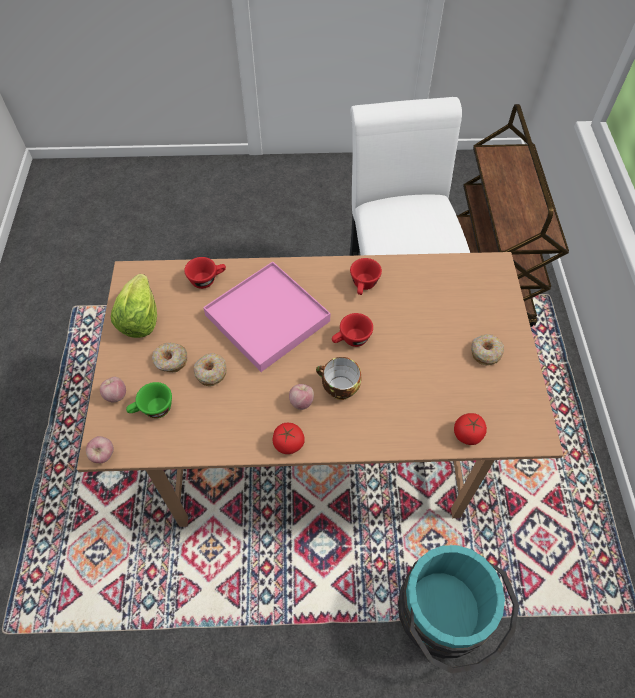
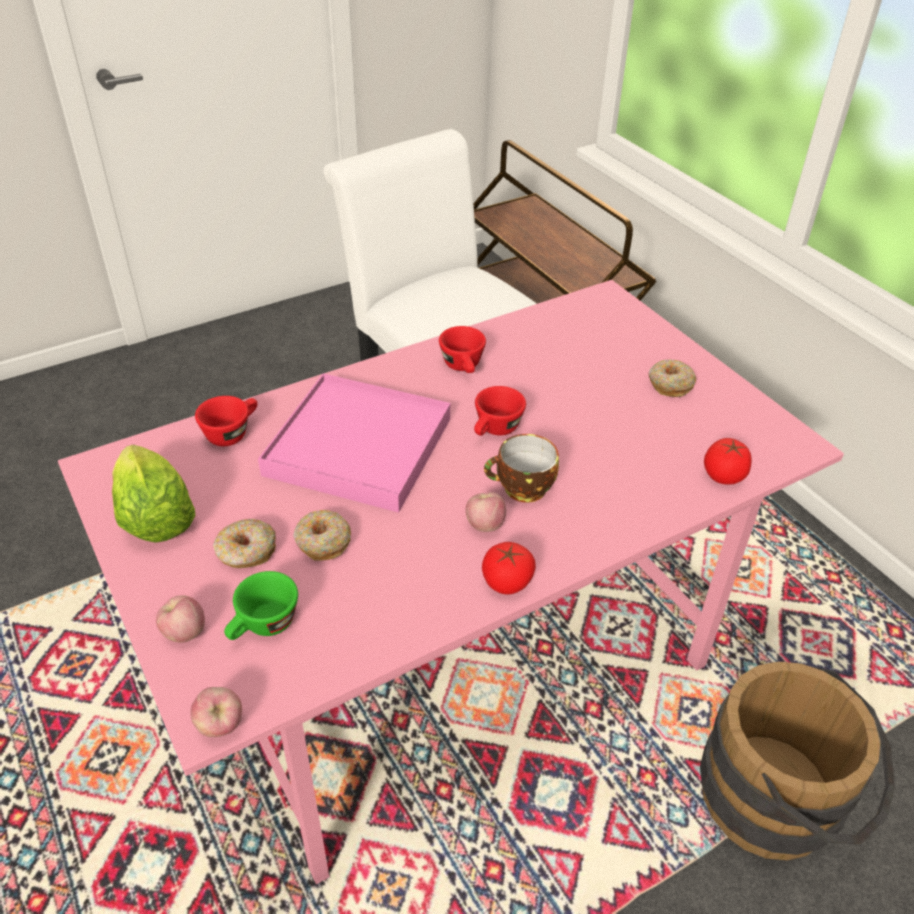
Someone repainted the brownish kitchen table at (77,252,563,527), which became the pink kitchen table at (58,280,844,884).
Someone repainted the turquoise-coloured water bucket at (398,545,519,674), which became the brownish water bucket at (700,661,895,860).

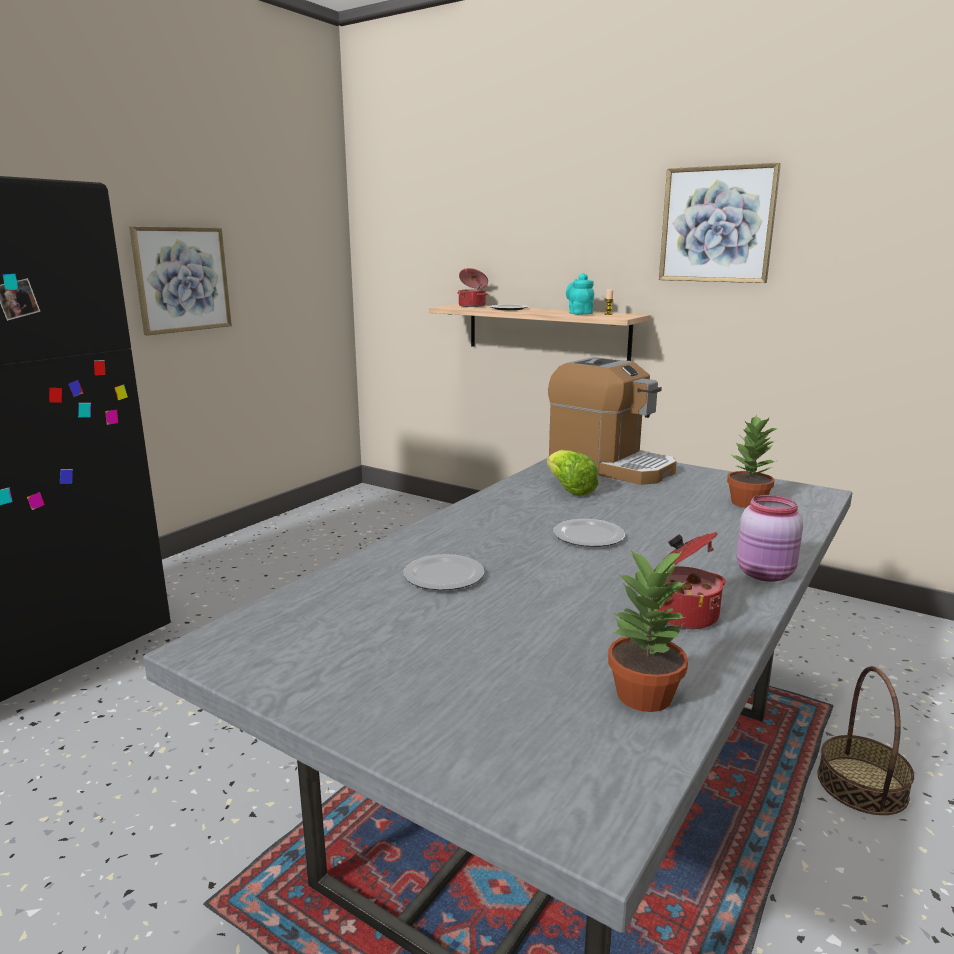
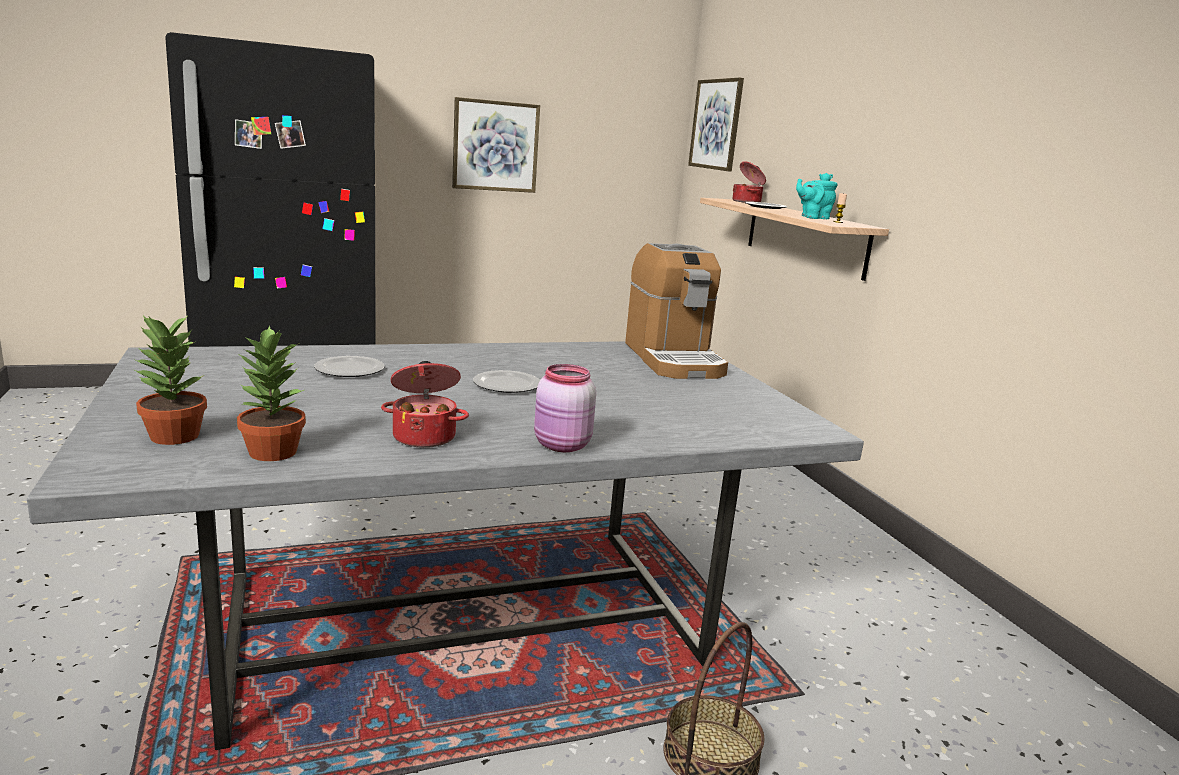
Someone carried the wall picture from (659,163,781,283) to (688,78,744,171).
Someone rotated the turquoise-coloured tea pot at (566,273,594,315) by 135 degrees counterclockwise.
Someone carried the houseplant from (727,414,777,508) to (133,315,207,445).
Someone took away the head of lettuce at (547,450,599,496).

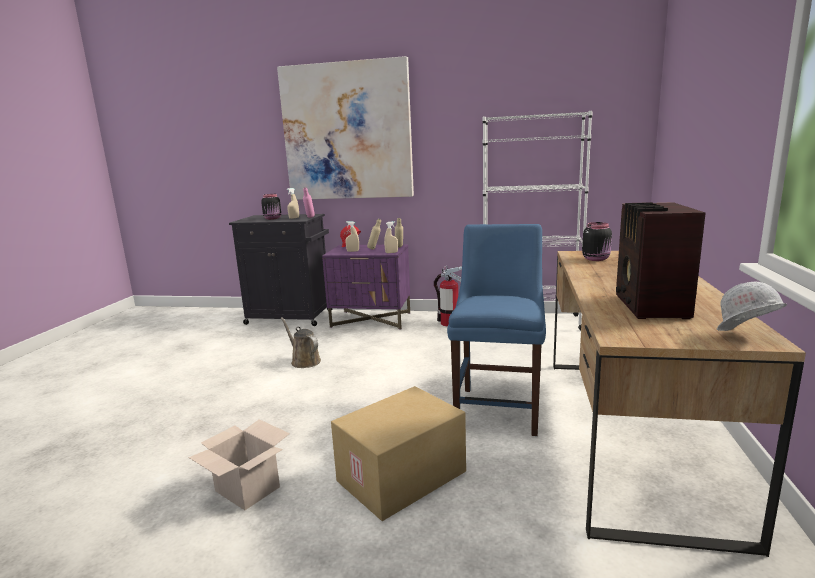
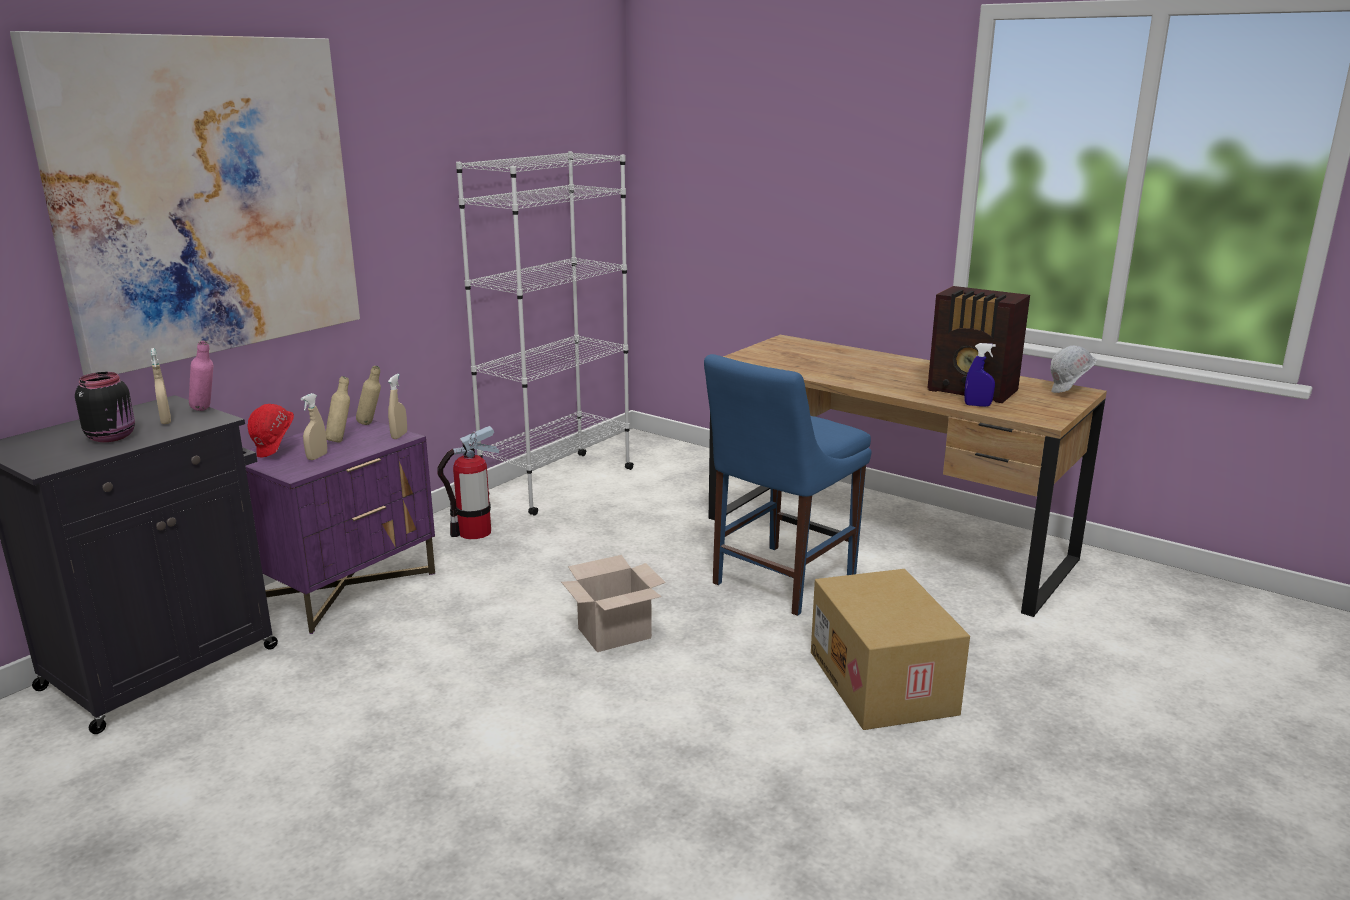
Someone took away the black-coloured storage jar at (582,222,612,261).
Someone rotated the blue-coloured chair at (447,224,546,436) by 90 degrees counterclockwise.
Someone took away the brownish sprinkling can at (281,317,321,368).
Someone carried the cardboard box from (189,419,290,510) to (561,555,666,652).
Someone put down the blue-coloured sprayer at (964,343,996,407).

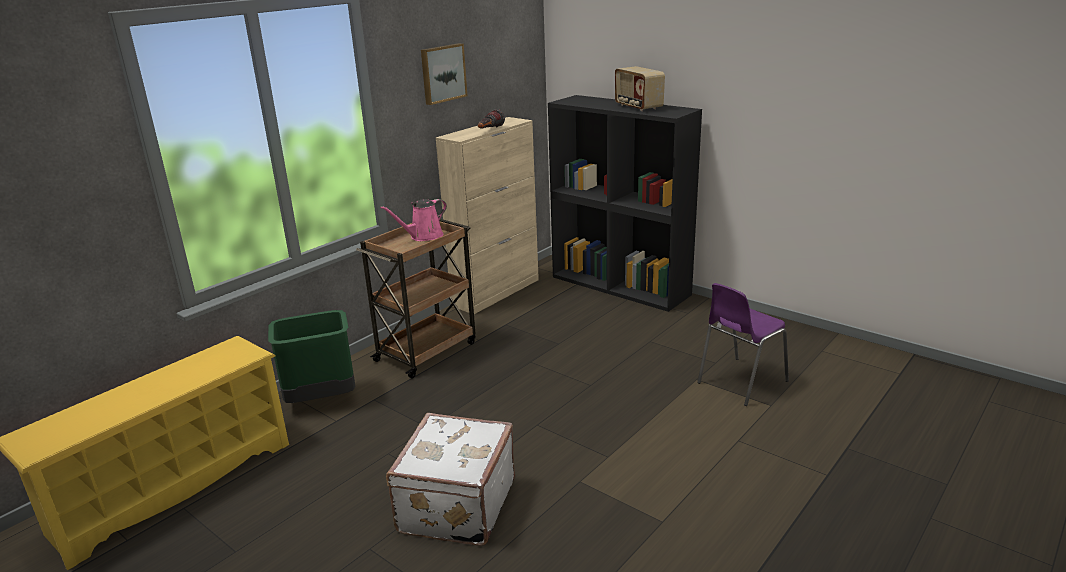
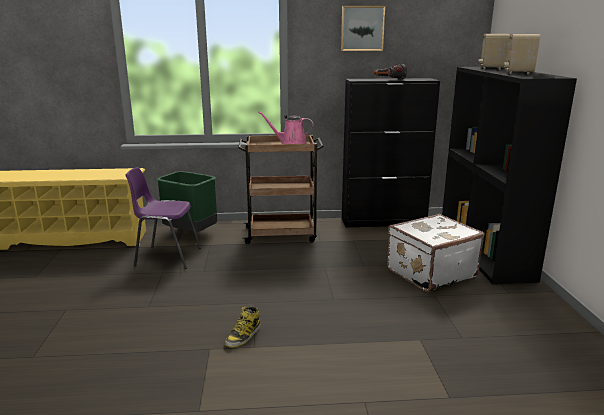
Someone repainted the sand-coloured cabinet at (436,117,539,314), which became the black-coloured cabinet at (342,78,440,228).
Someone carried the purple-coloured chair from (697,283,789,406) to (125,167,201,269).
Someone carried the whitish travel case from (386,413,515,546) to (387,214,485,292).
Someone put down the radio set at (478,34,510,70).
Someone put down the boot at (225,306,261,348).

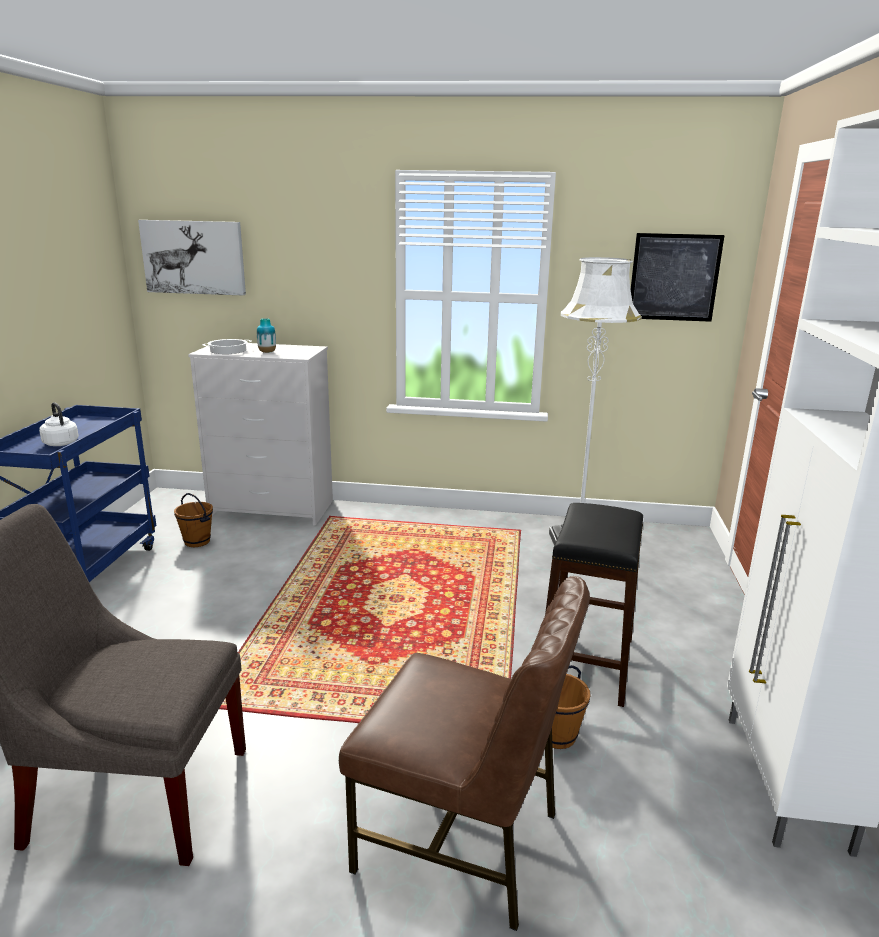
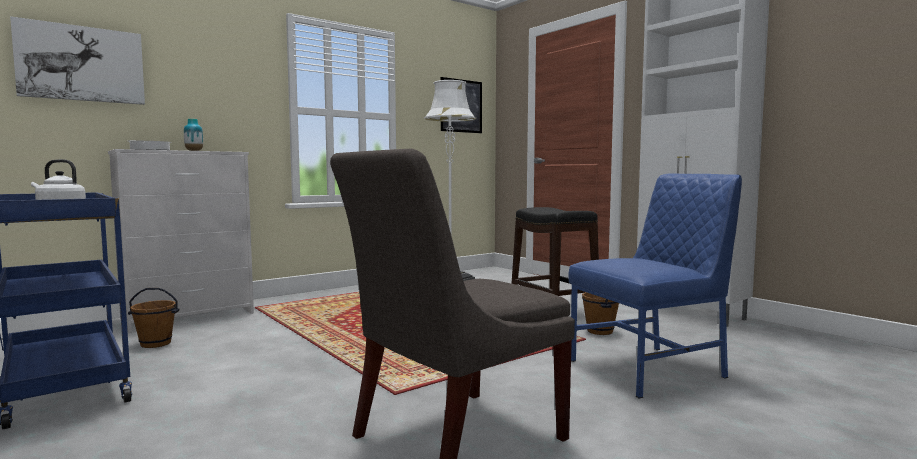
Someone repainted the brownish chair at (339,576,590,931), which became the blue-coloured chair at (568,173,742,399).

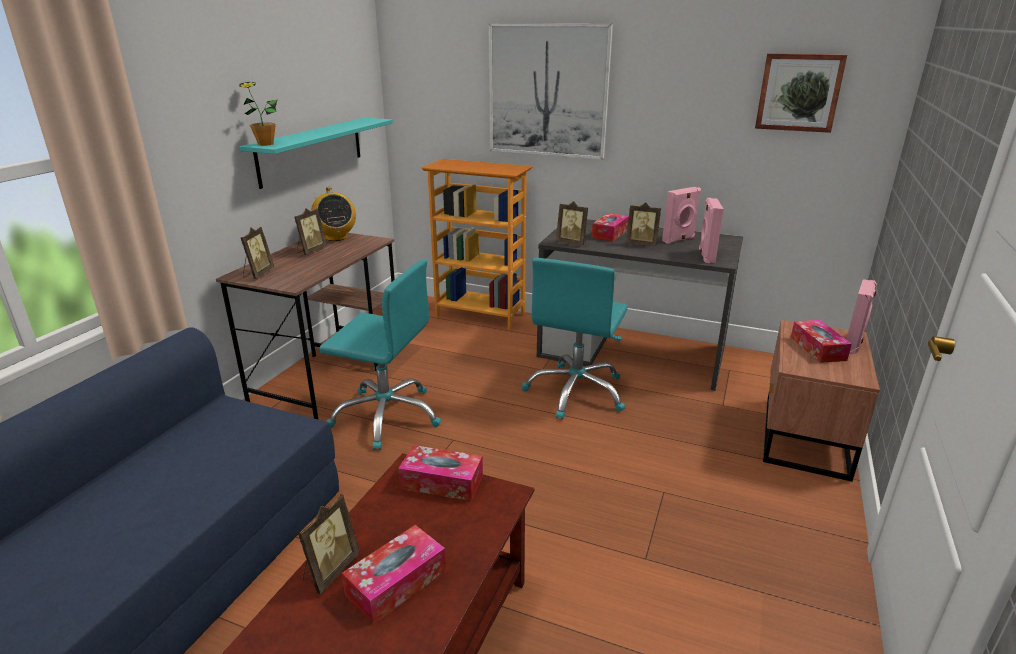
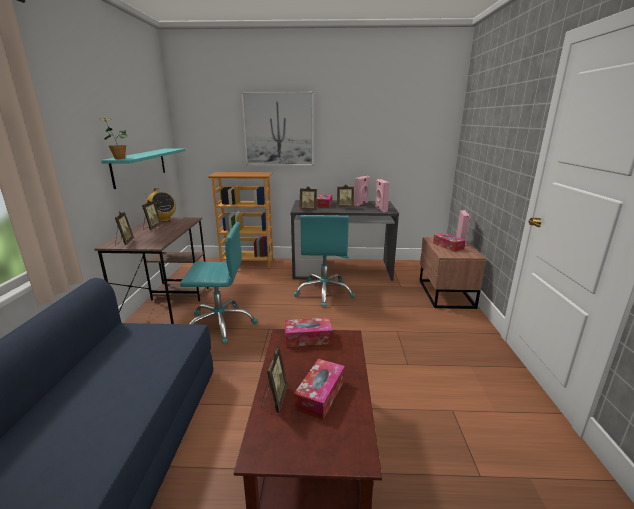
Someone took away the wall picture at (755,53,847,133).

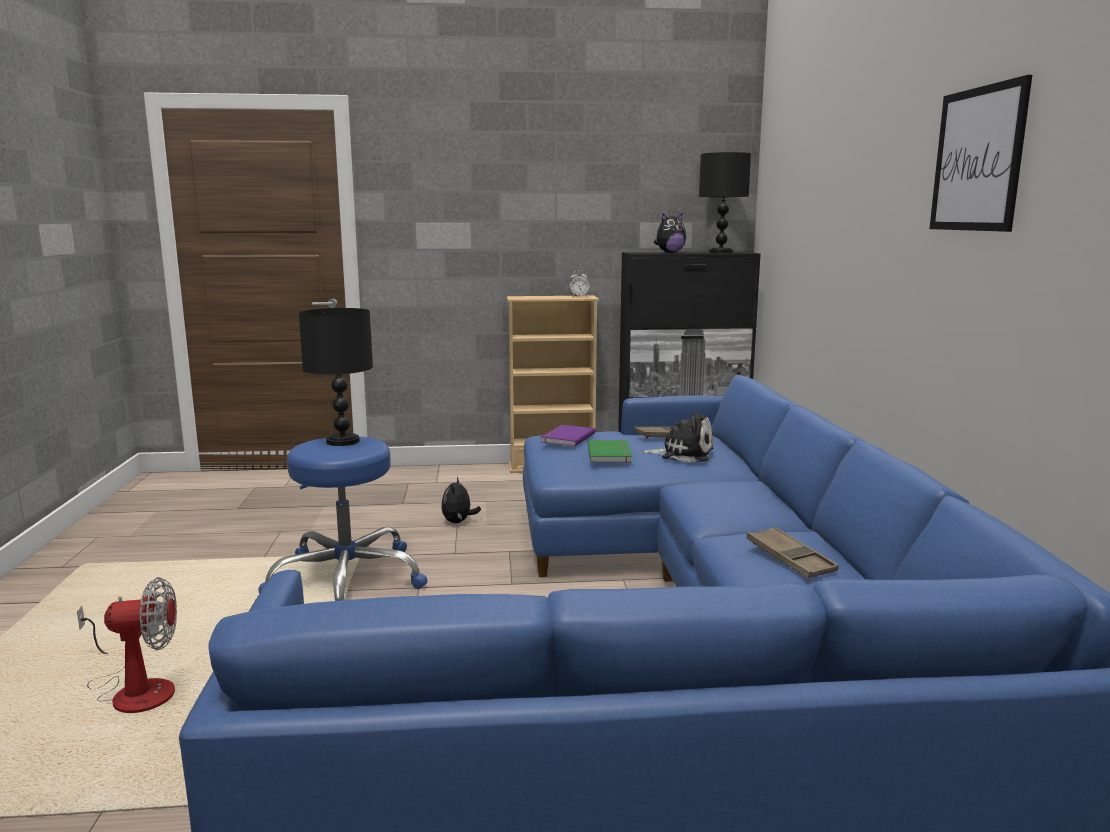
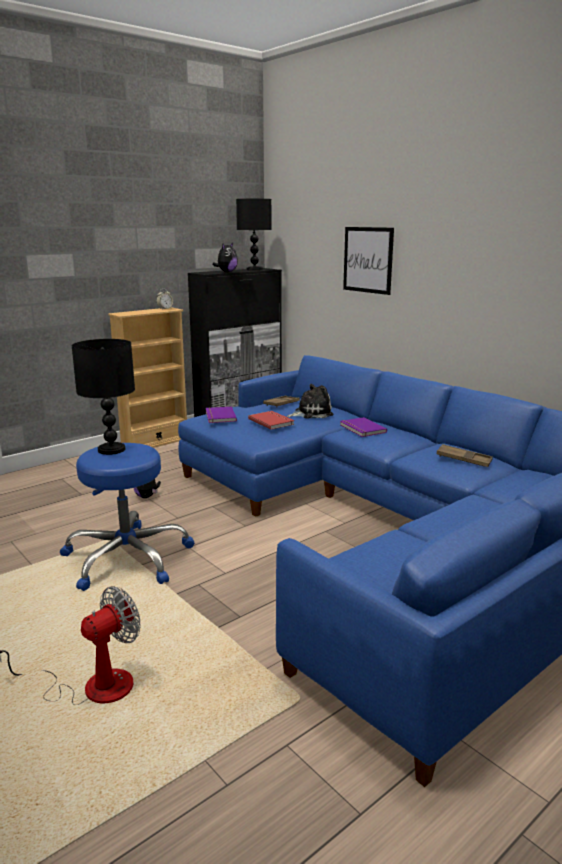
Someone carried the wall picture from (929,75,1032,232) to (343,227,394,295).
Someone repainted the green book at (588,440,632,463), which became the red book at (248,411,295,430).
Someone put down the purple-coloured book at (340,417,387,437).

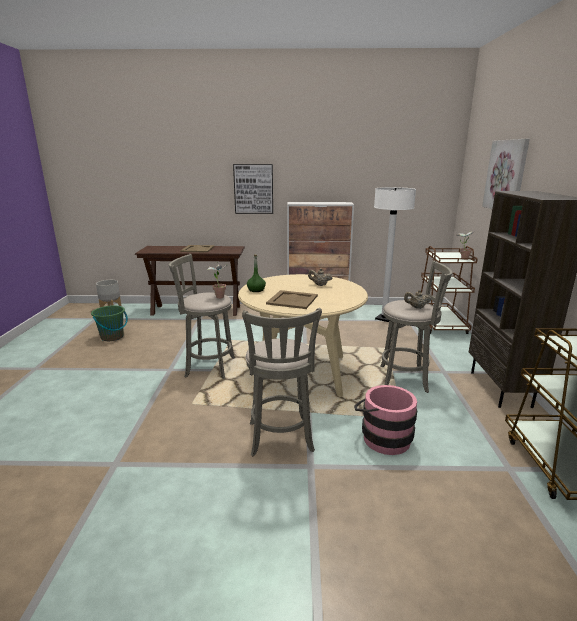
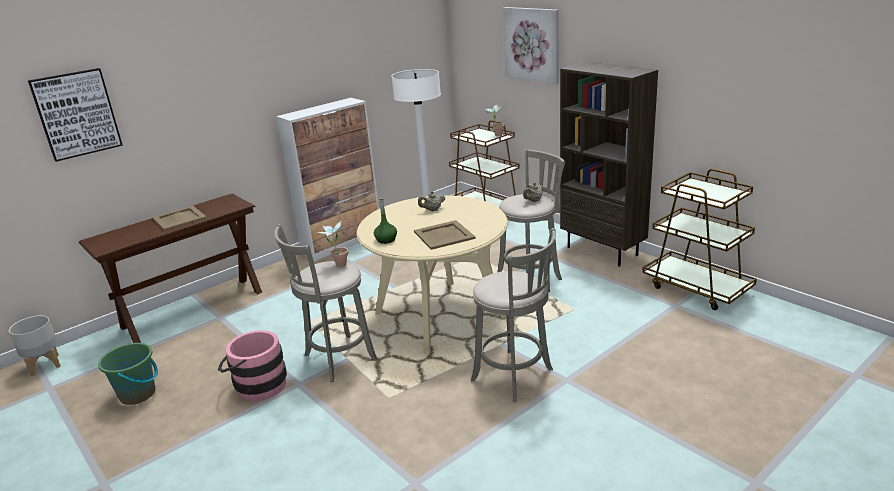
Someone carried the wall picture from (233,164,273,214) to (28,68,123,162).
Someone carried the pink water bucket from (354,385,417,455) to (218,330,287,401).

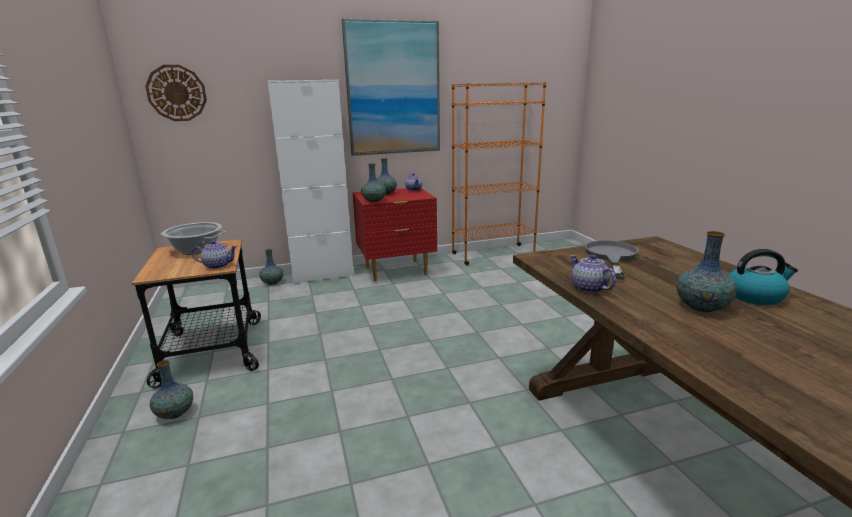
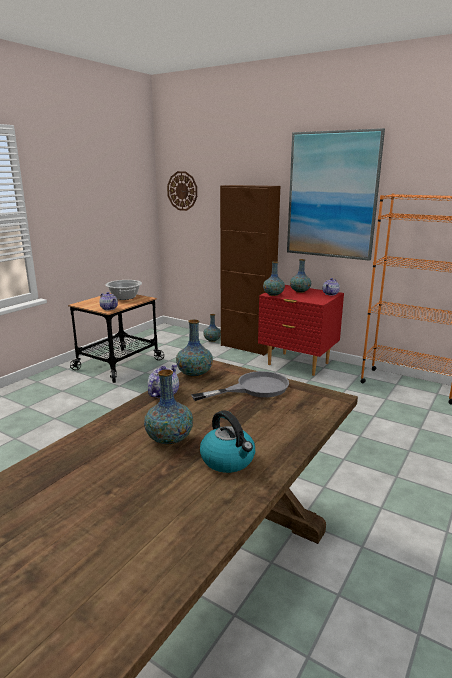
Someone repainted the whitish cabinet at (268,80,354,284), which became the brownish cabinet at (220,185,280,356).
Someone carried the flower vase from (150,360,193,419) to (176,320,213,377).

